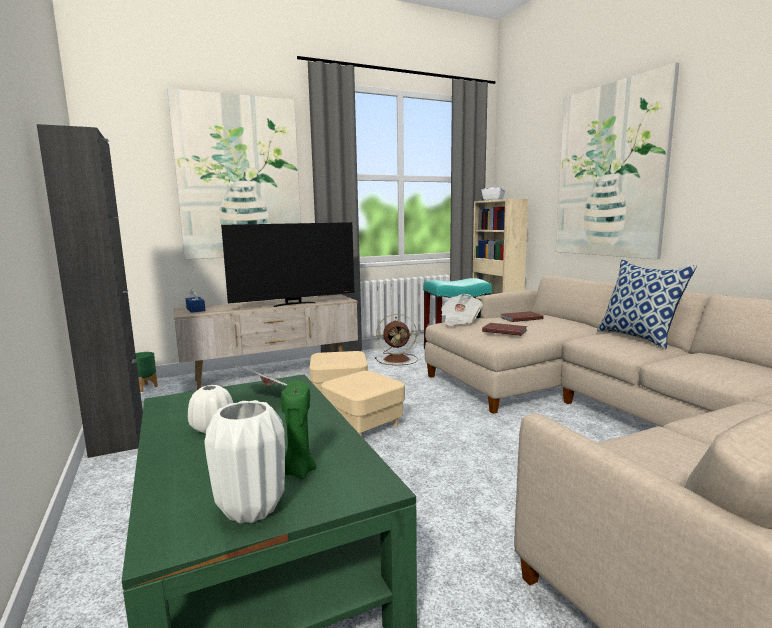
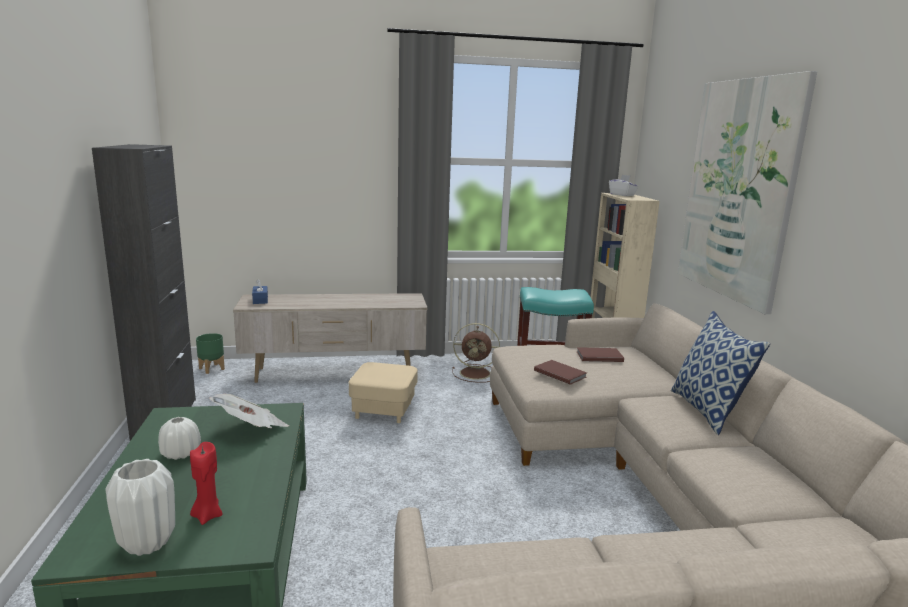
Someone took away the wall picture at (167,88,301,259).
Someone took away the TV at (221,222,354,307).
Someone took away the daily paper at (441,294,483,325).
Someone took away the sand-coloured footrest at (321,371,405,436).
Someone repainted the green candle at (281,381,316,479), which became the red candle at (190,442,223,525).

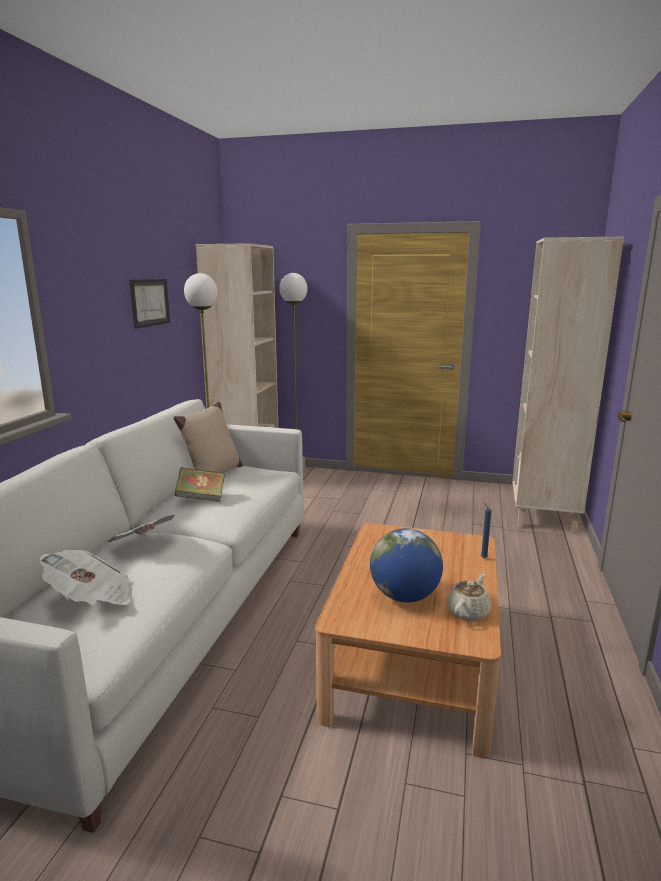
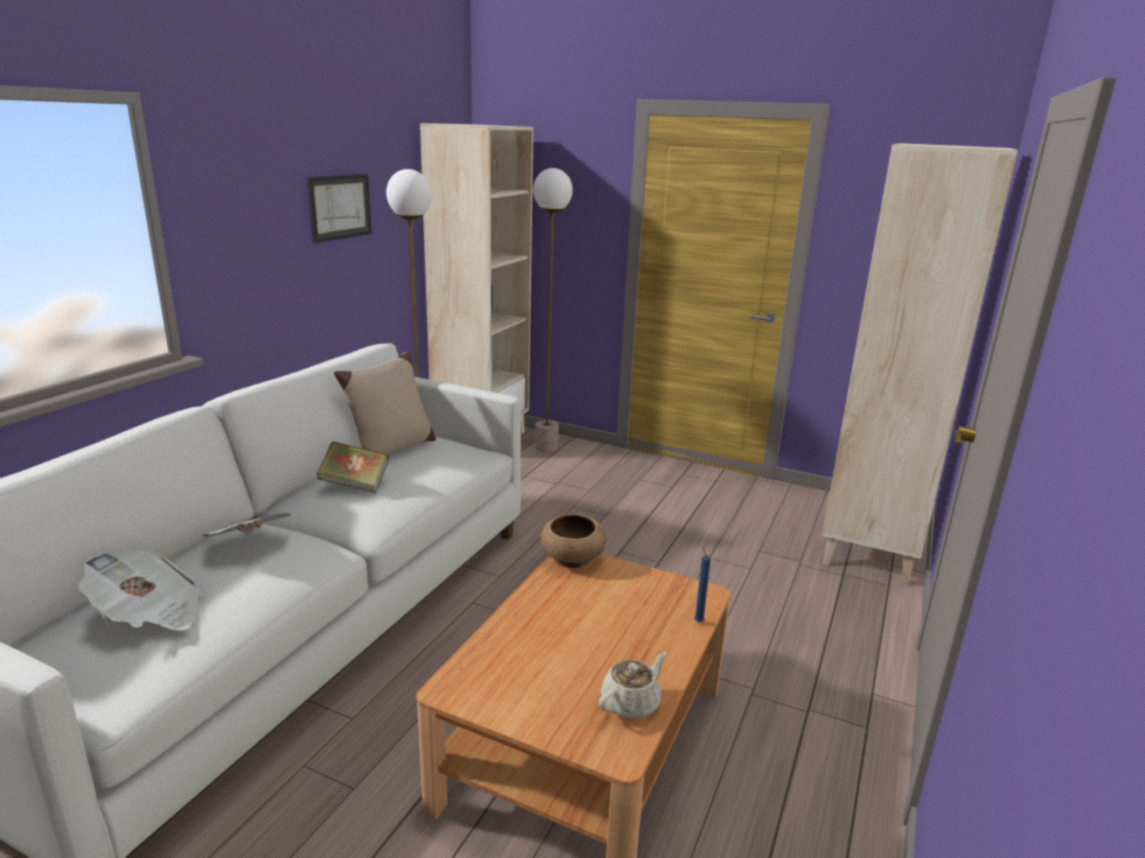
Someone took away the world globe at (370,528,443,602).
Someone put down the brownish bowl at (541,514,606,568).

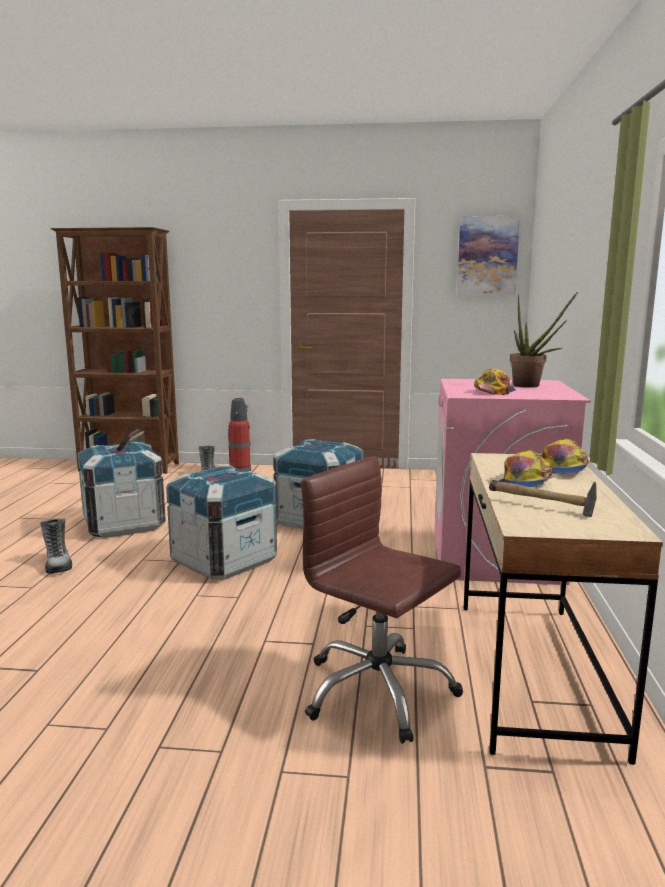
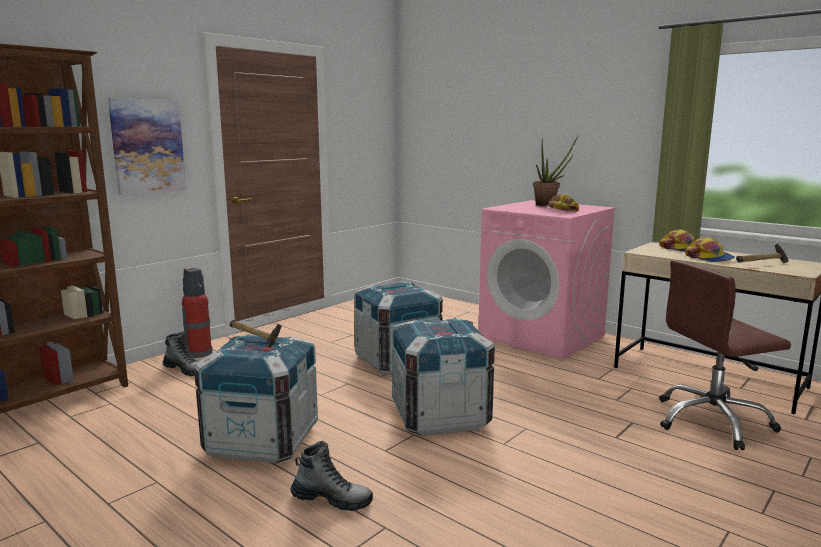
Someone carried the wall picture from (457,216,520,295) to (108,98,186,195).

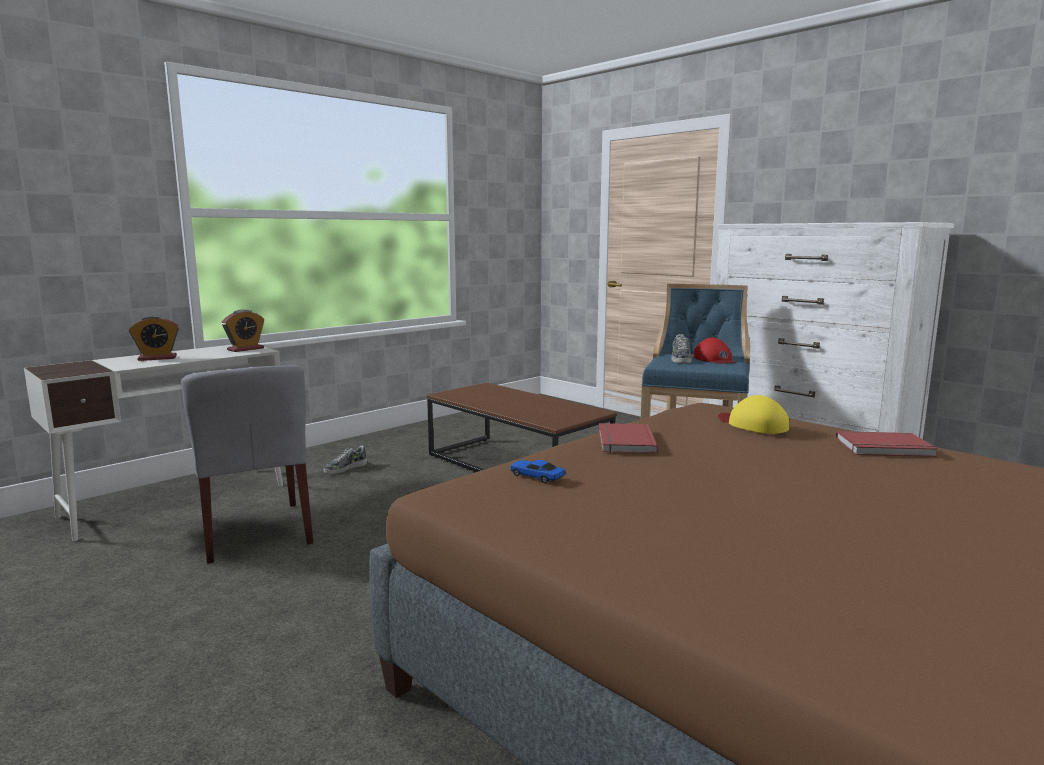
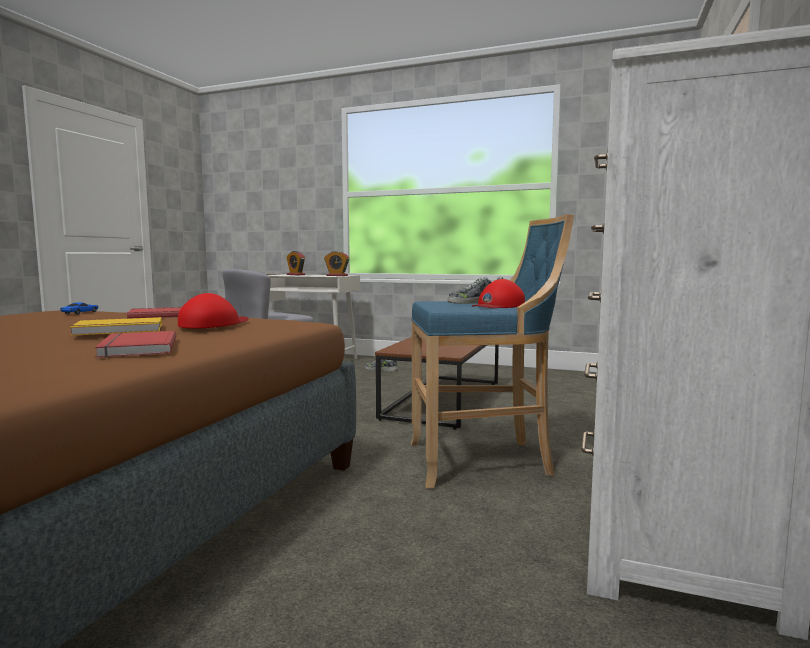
Someone repainted the yellow-coloured baseball cap at (718,395,789,434), which became the red baseball cap at (178,293,248,329).
Someone put down the yellow-coloured book at (70,317,162,336).

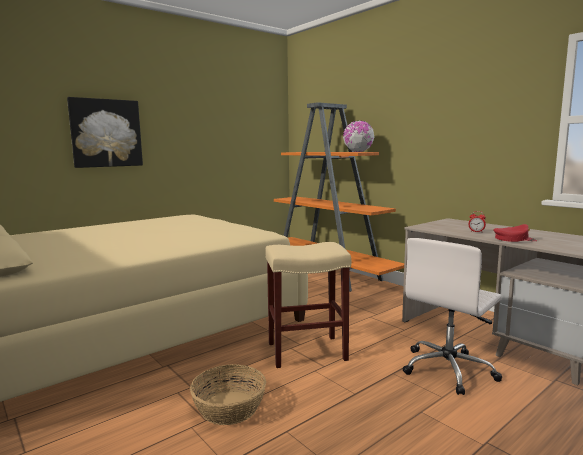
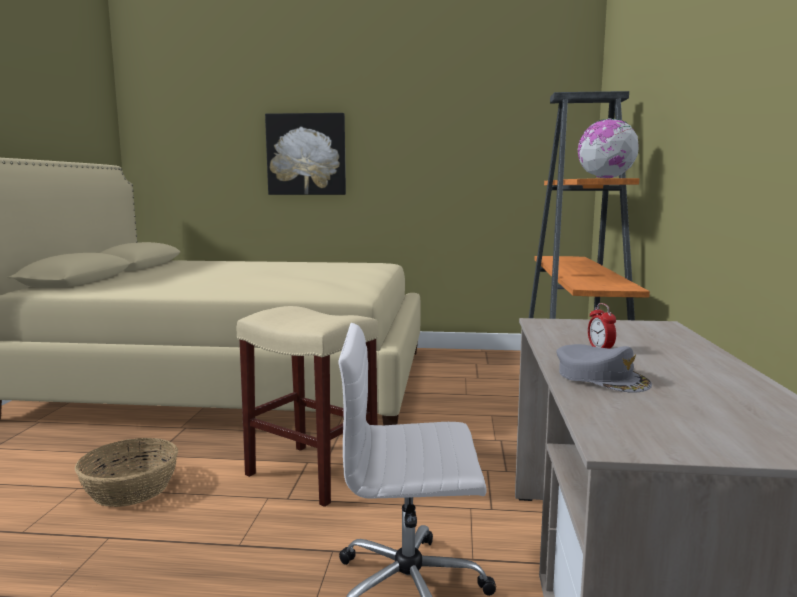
Someone repainted the red baseball cap at (493,224,537,242), which became the greyish baseball cap at (557,344,652,393).

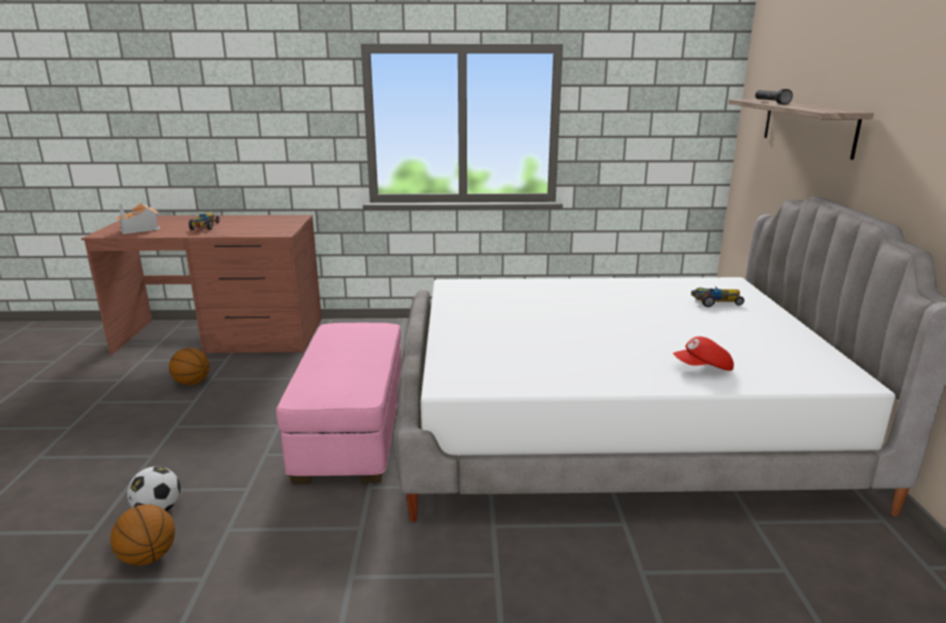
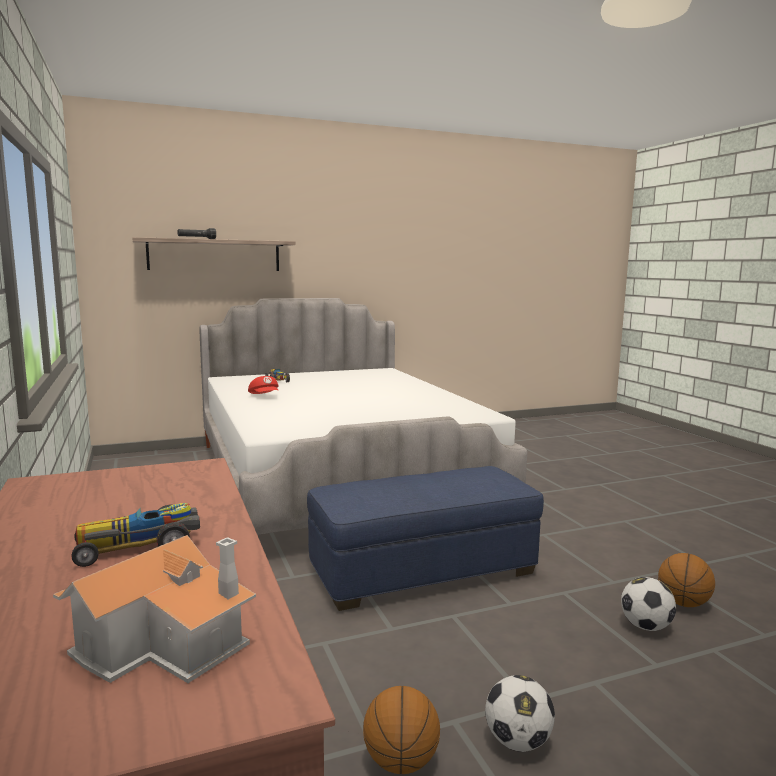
Someone repainted the pink footrest at (276,322,401,484), which became the blue-coloured footrest at (307,466,544,611).
Someone carried the red baseball cap from (673,336,734,371) to (248,376,279,394).
Someone put down the ball for football at (485,675,555,752).

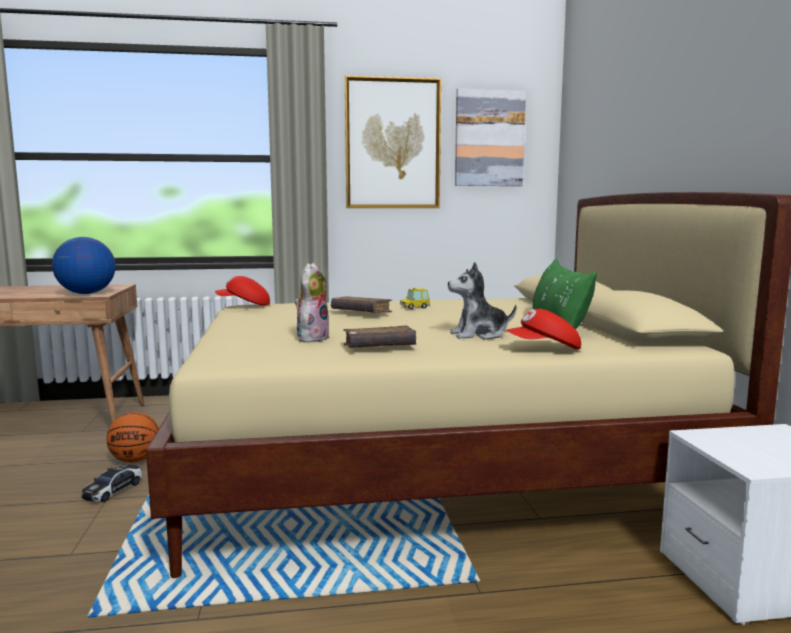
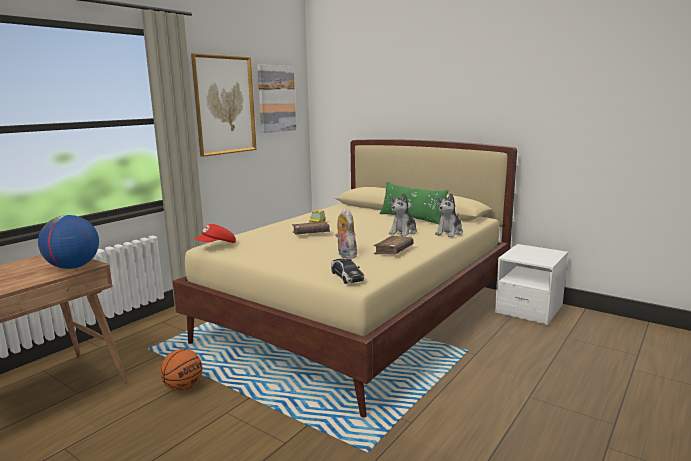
Someone swapped the red baseball cap at (506,309,581,349) for the cuddly toy at (435,193,463,237).
Someone carried the toy car from (82,465,143,502) to (331,259,364,284).

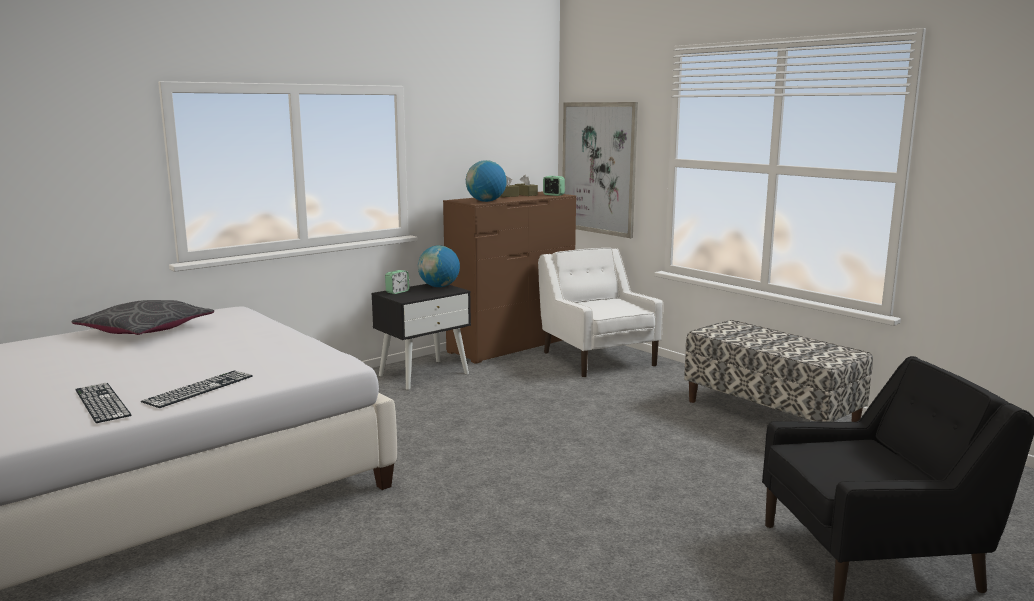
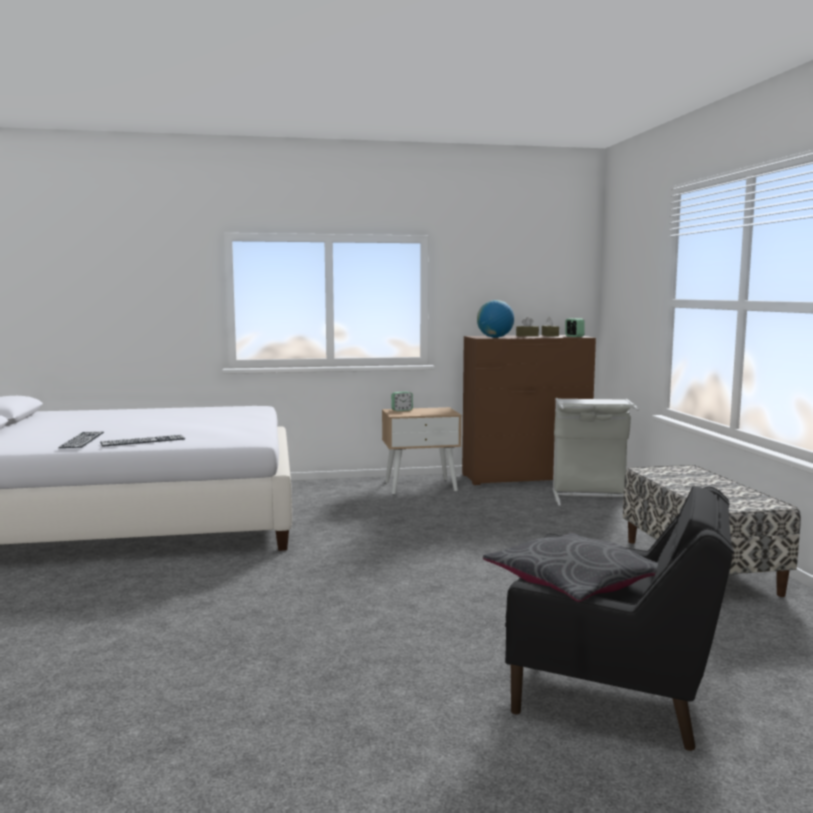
Someone took away the wall picture at (563,102,638,238).
Someone took away the world globe at (418,245,460,287).
Someone swapped the whitish easy chair at (538,248,663,377) for the greyish washing basket at (553,398,639,506).
Someone repainted the black-coloured night table at (371,284,471,390), which became the sand-coloured night table at (382,407,462,494).
Someone carried the greyish throw pillow from (71,300,214,335) to (483,533,658,602).

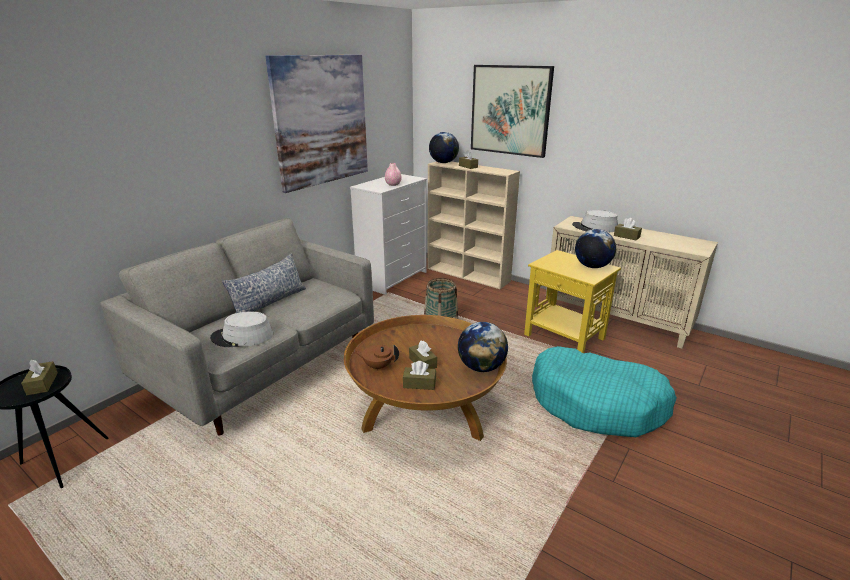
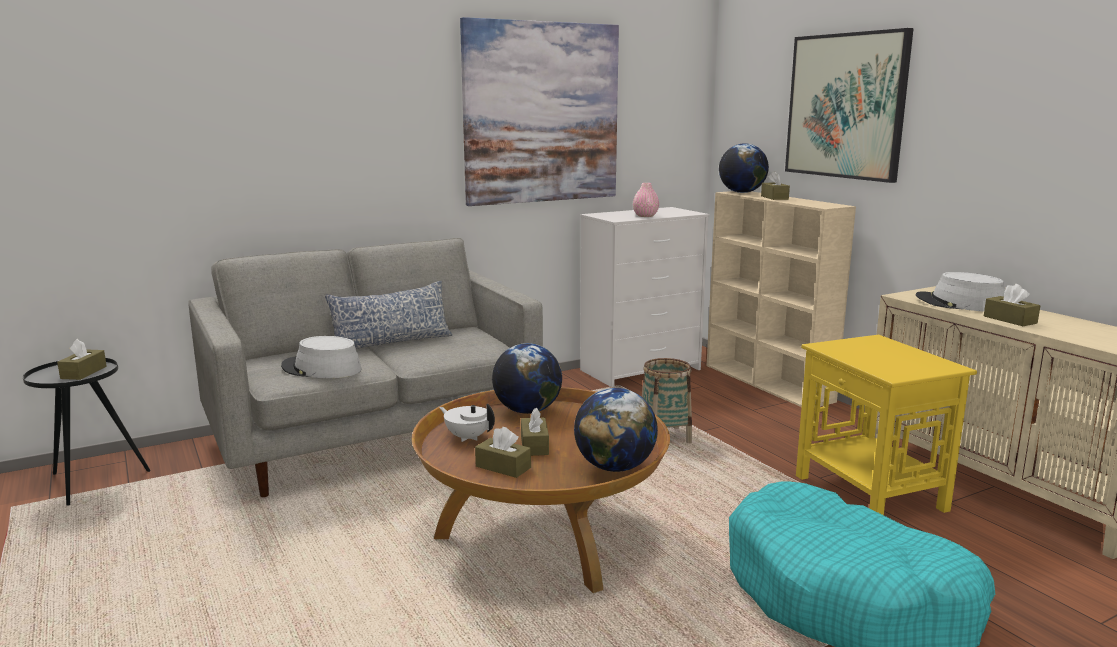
Someone carried the world globe from (575,229,616,268) to (492,343,562,414).
Someone repainted the brownish tea pot at (354,345,399,371), which became the whitish tea pot at (439,404,495,442).

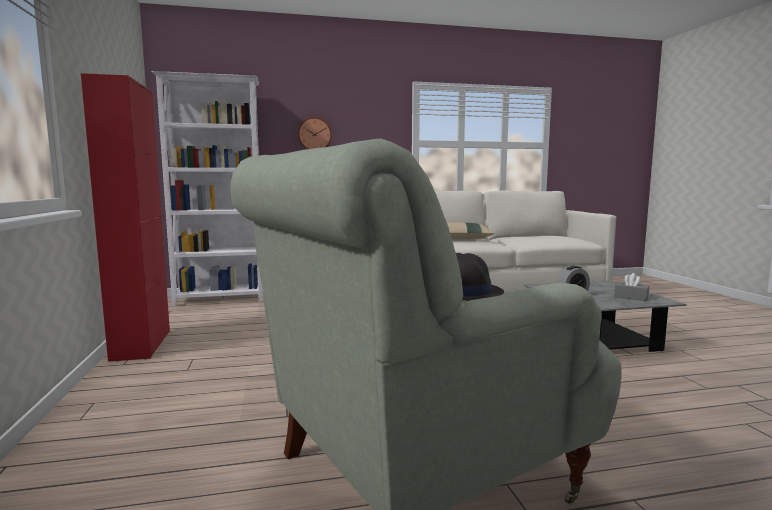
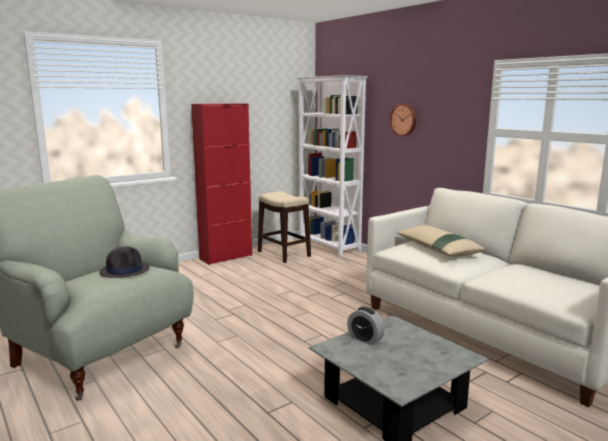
Someone took away the greyish tissue holder at (614,273,649,301).
Someone put down the stool seat at (258,191,311,263).

